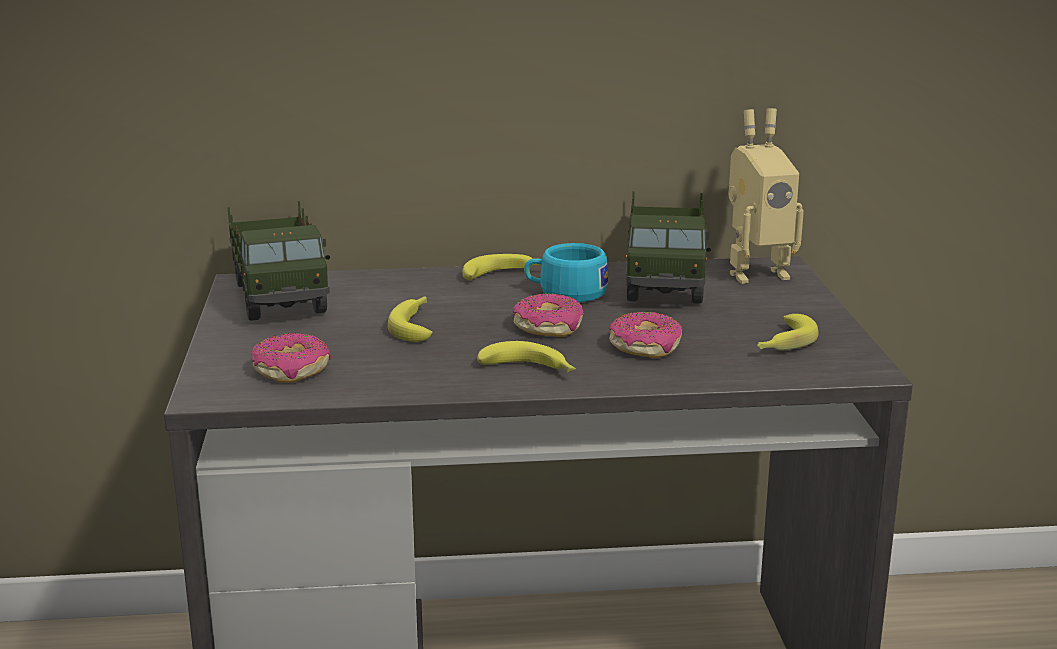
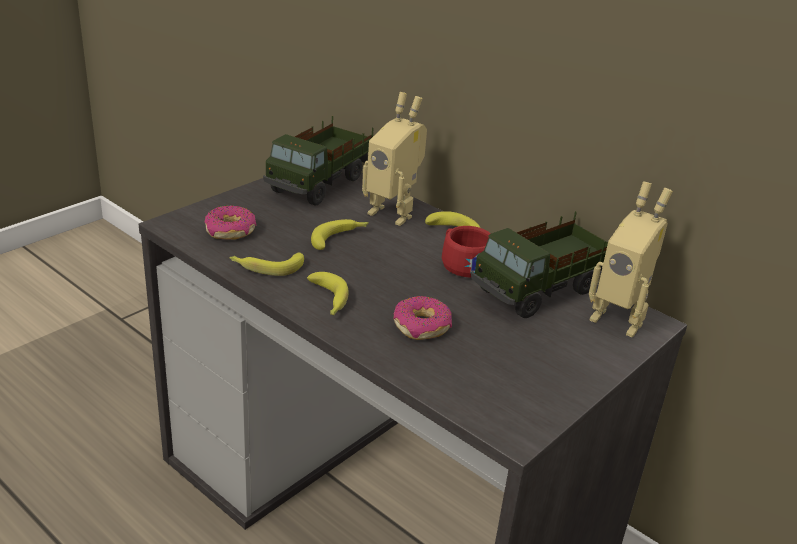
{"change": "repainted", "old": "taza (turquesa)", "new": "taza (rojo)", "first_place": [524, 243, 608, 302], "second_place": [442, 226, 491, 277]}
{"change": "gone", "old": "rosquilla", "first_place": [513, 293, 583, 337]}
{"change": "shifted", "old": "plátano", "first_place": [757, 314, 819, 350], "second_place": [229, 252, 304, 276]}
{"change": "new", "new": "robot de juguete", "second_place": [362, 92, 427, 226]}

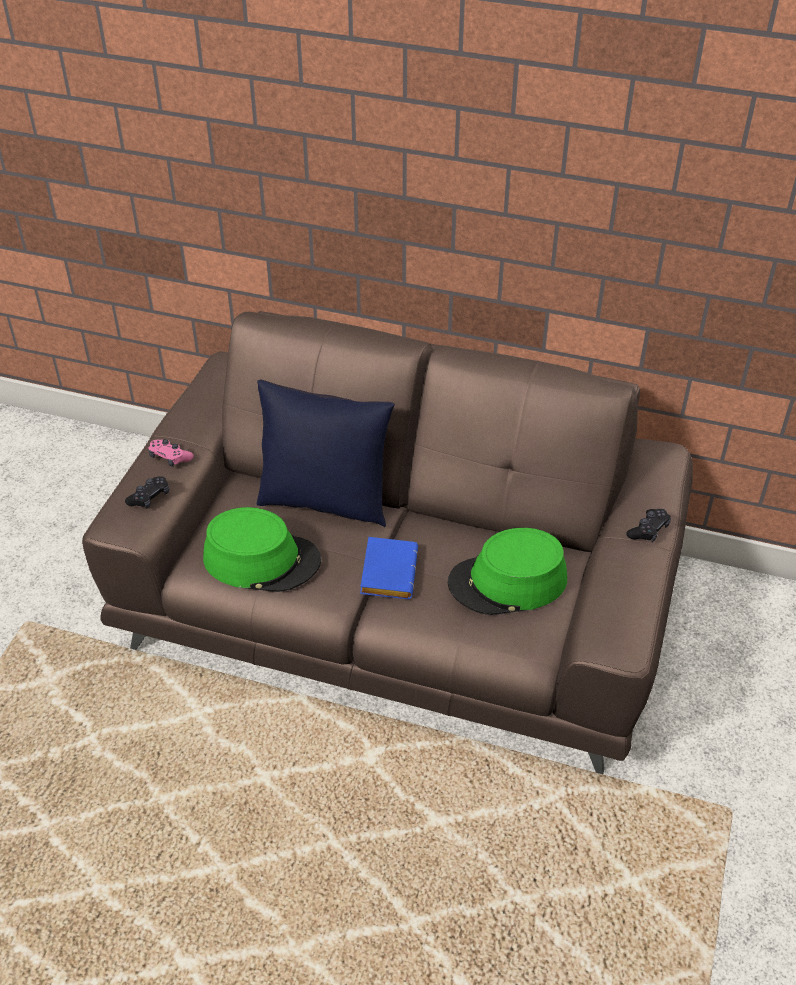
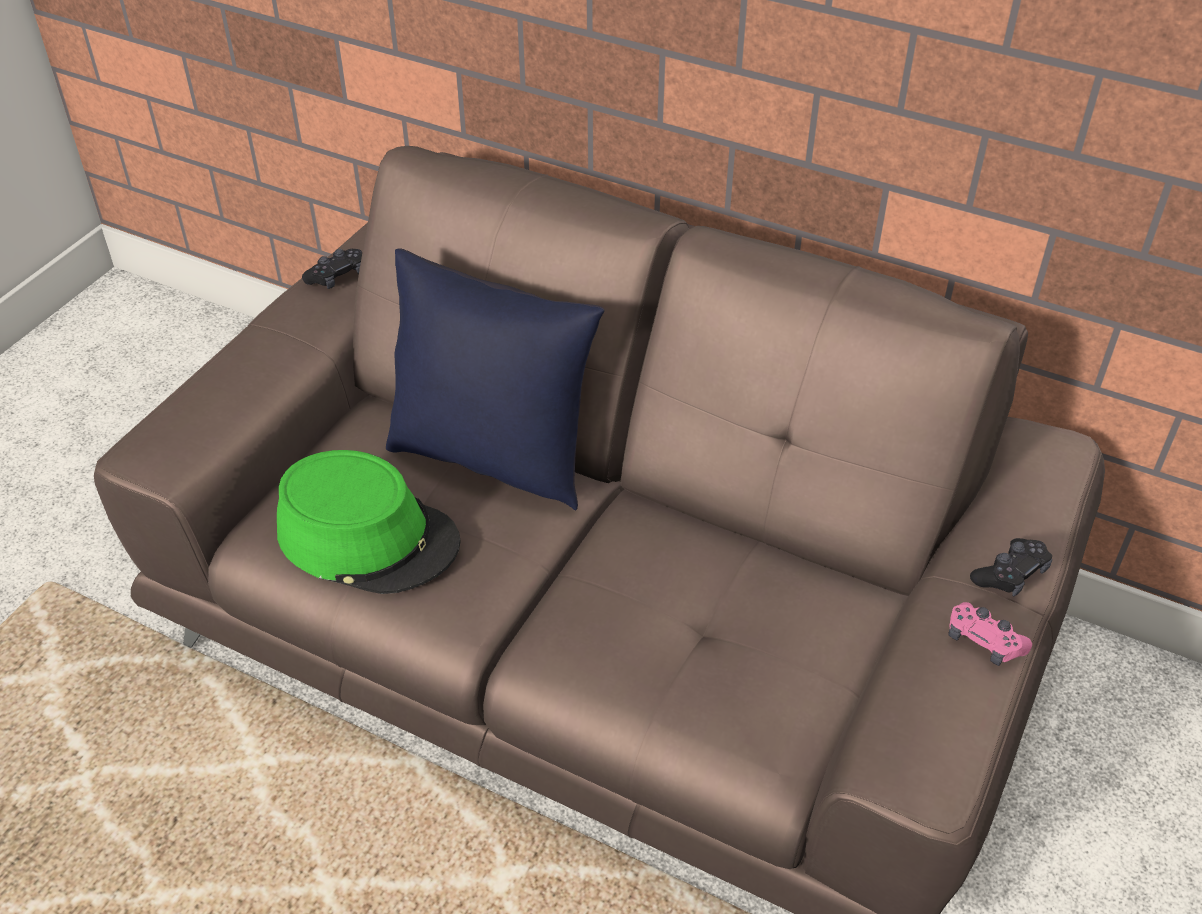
{"change": "shifted", "old": "mando de consola (rosa)", "first_place": [148, 439, 193, 467], "second_place": [948, 602, 1032, 666]}
{"change": "shifted", "old": "mando de consola (negro)", "first_place": [125, 476, 169, 509], "second_place": [302, 249, 362, 289]}
{"change": "gone", "old": "sombrero (verde)", "first_place": [448, 528, 567, 615]}
{"change": "gone", "old": "libro (azul)", "first_place": [360, 537, 418, 599]}

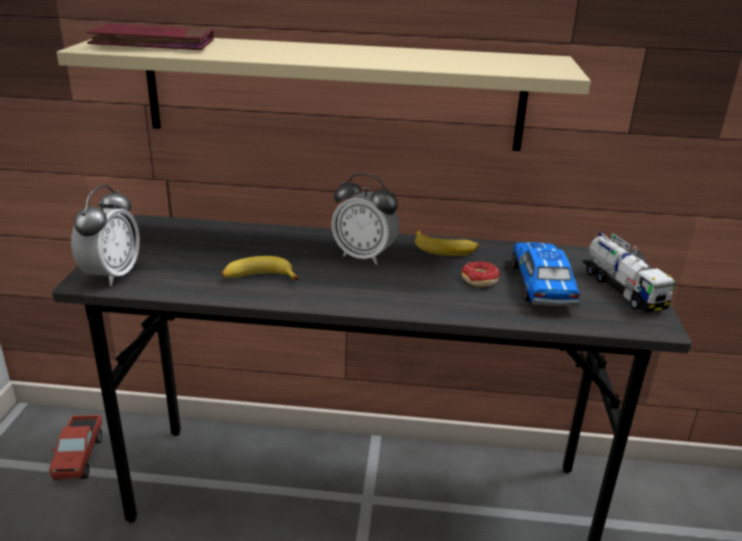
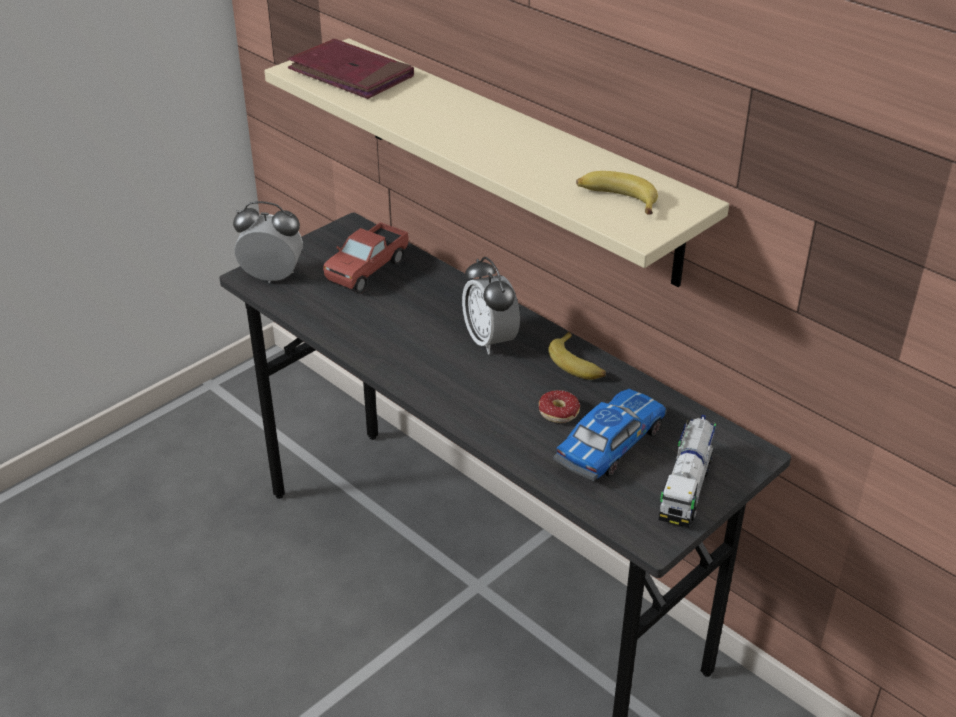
{"change": "rotated", "old": "despertador", "first_place": [71, 185, 140, 286], "second_place": [233, 201, 303, 283], "degrees": -135}
{"change": "shifted", "old": "plátano", "first_place": [221, 256, 299, 281], "second_place": [576, 171, 658, 215]}
{"change": "shifted", "old": "camión de juguete", "first_place": [49, 415, 102, 480], "second_place": [323, 222, 409, 294]}

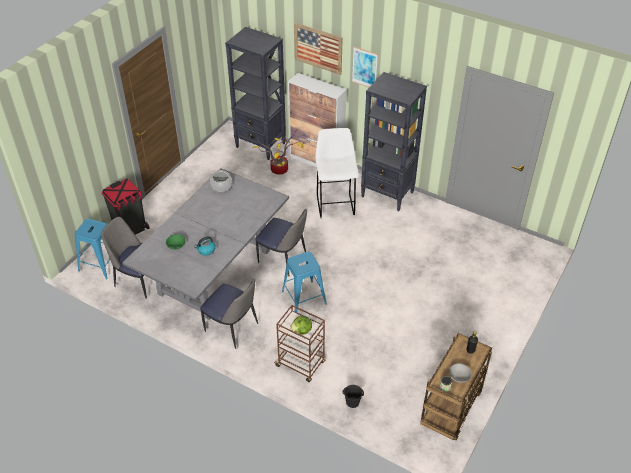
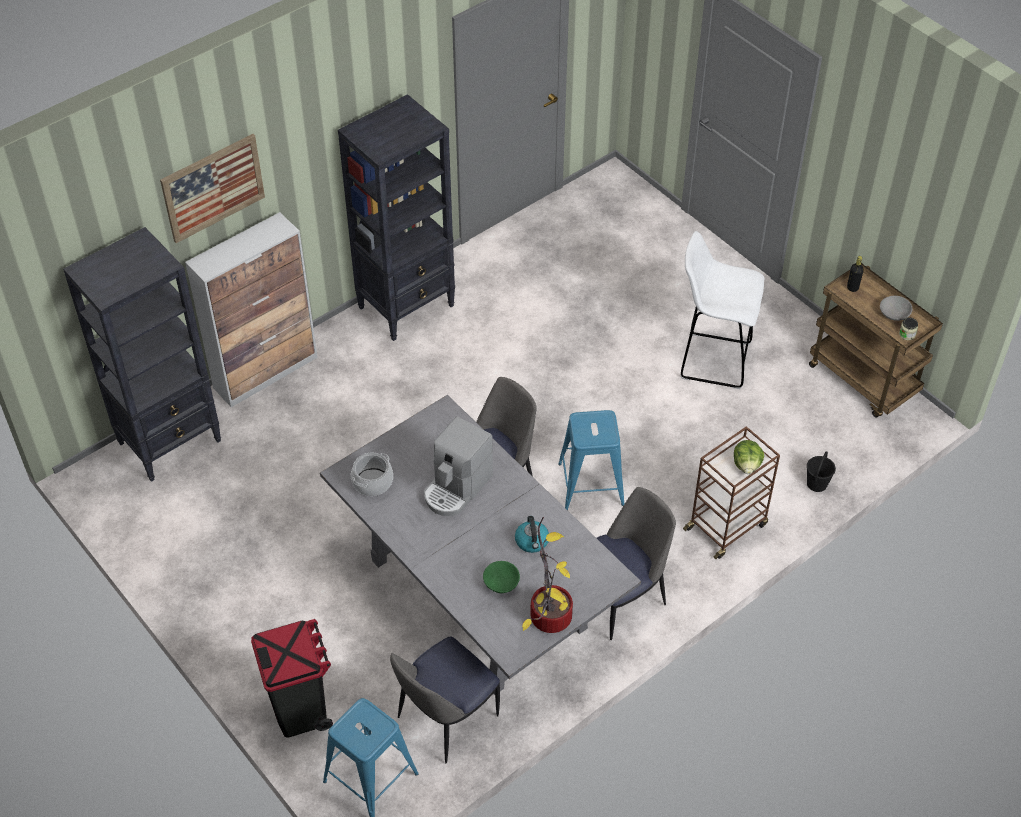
{"change": "gone", "old": "cuadro", "first_place": [352, 47, 378, 87]}
{"change": "shifted", "old": "taburete (blanco)", "first_place": [315, 128, 359, 219], "second_place": [680, 231, 764, 389]}
{"change": "shifted", "old": "planta en maceta", "first_place": [253, 130, 304, 175], "second_place": [522, 517, 573, 633]}
{"change": "new", "new": "cafetera", "second_place": [424, 416, 493, 516]}

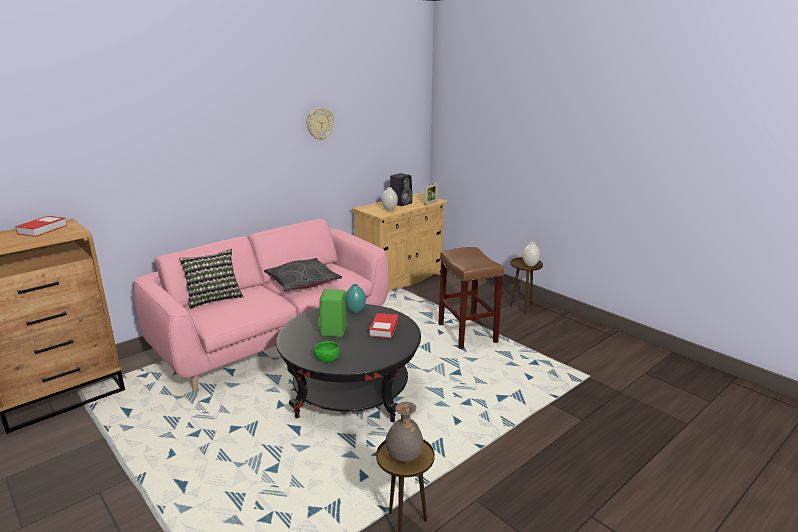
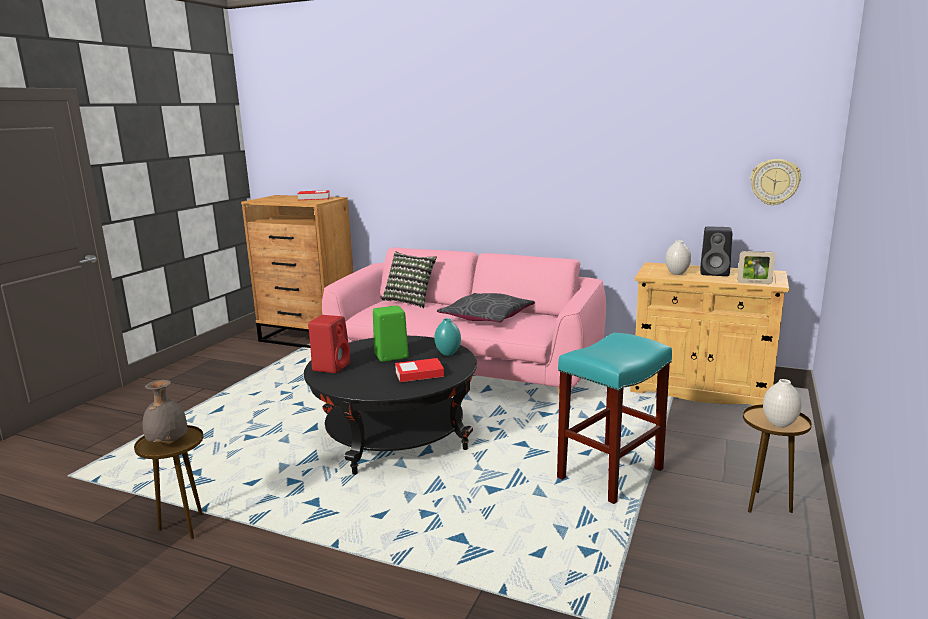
{"change": "shifted", "old": "reloj de pared", "first_place": [307, 107, 334, 140], "second_place": [750, 159, 801, 206]}
{"change": "repainted", "old": "taburete (marrón)", "new": "taburete (turquesa)", "first_place": [438, 247, 504, 349], "second_place": [557, 333, 672, 504]}
{"change": "swapped", "old": "cuenco (verde)", "new": "altavoz (rojo)", "first_place": [314, 341, 340, 363], "second_place": [308, 315, 350, 373]}

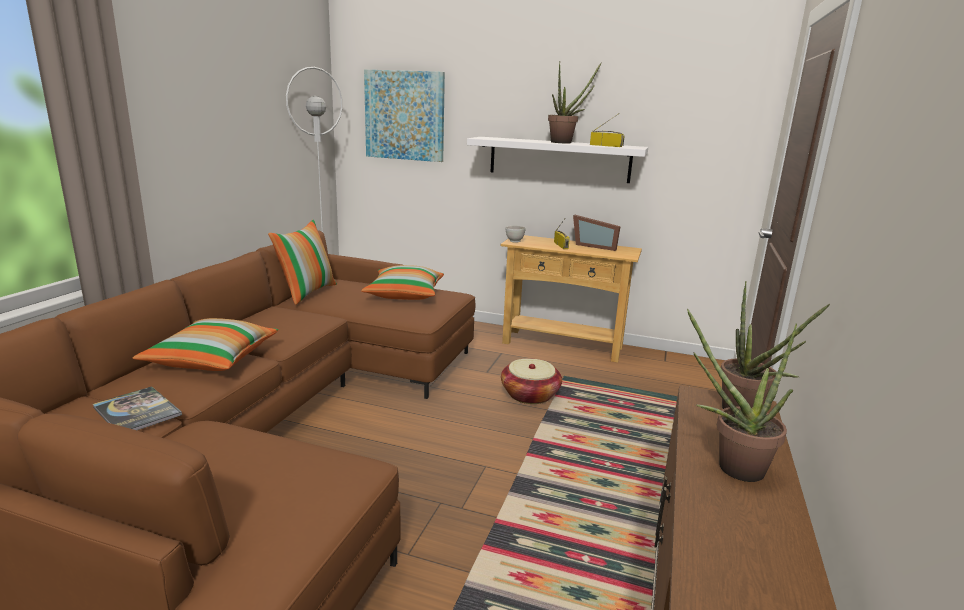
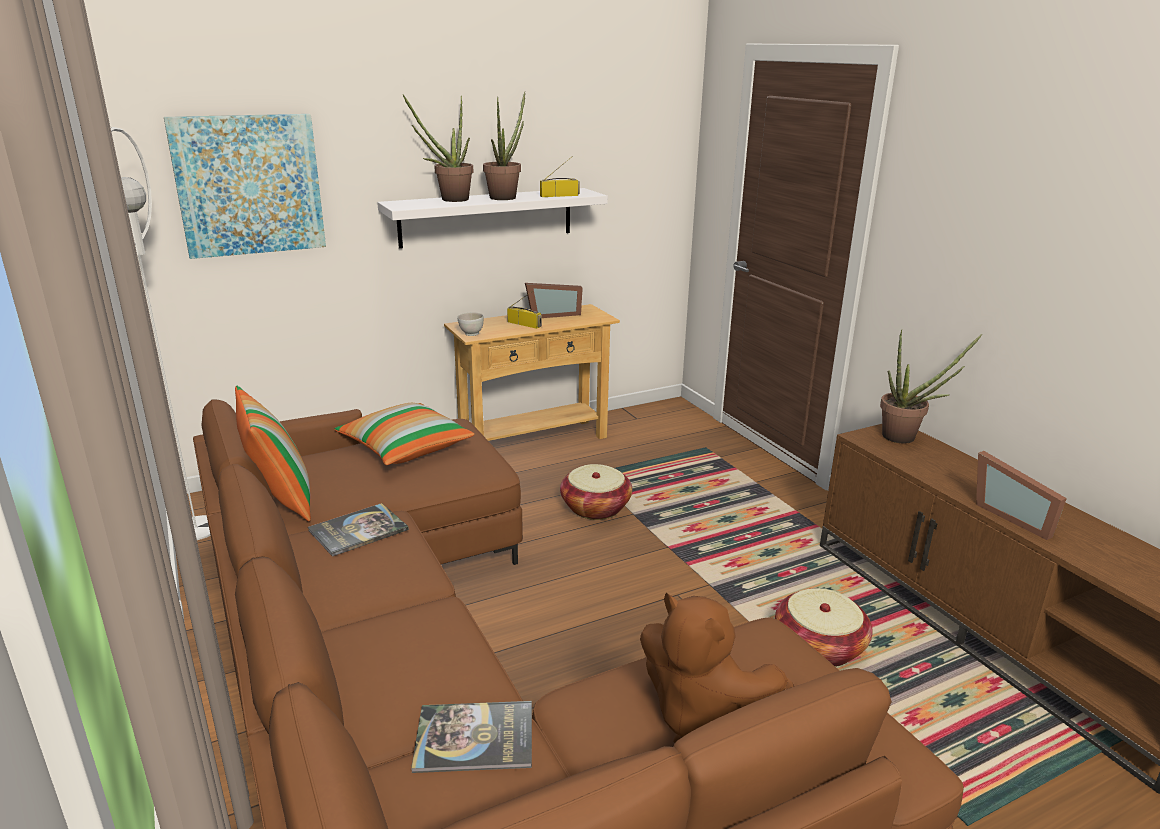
{"change": "shifted", "old": "planta en maceta", "first_place": [687, 309, 797, 482], "second_place": [403, 95, 473, 202]}
{"change": "gone", "old": "cojín", "first_place": [133, 318, 278, 371]}
{"change": "new", "new": "portarretratos", "second_place": [976, 451, 1067, 540]}
{"change": "new", "new": "libro", "second_place": [308, 503, 409, 557]}
{"change": "new", "new": "cesta", "second_place": [775, 588, 873, 667]}
{"change": "new", "new": "peluche (marrón)", "second_place": [640, 593, 794, 743]}

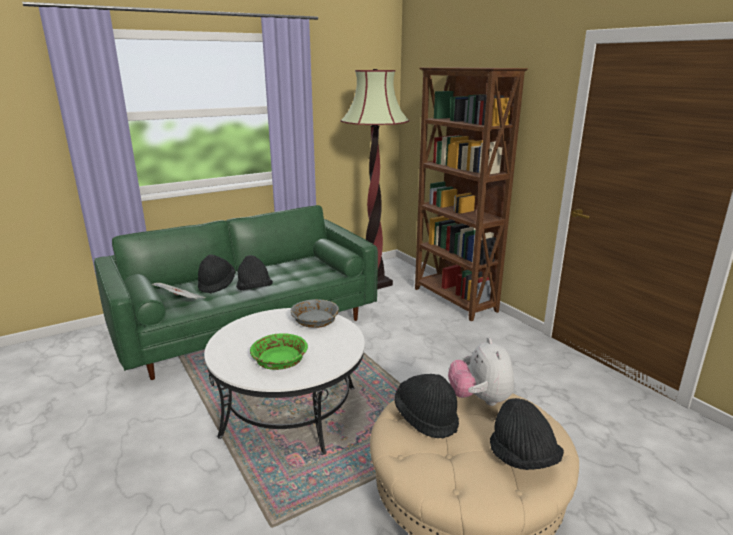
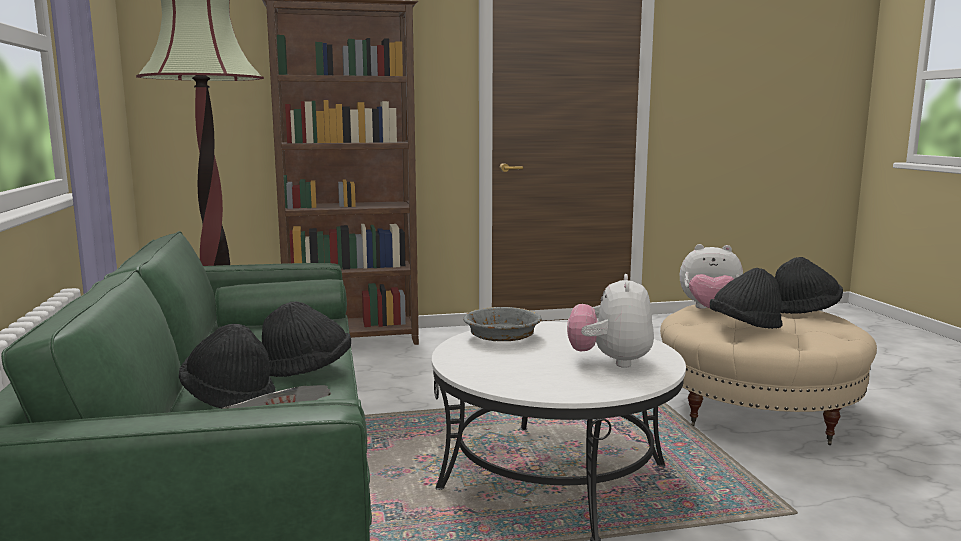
{"change": "swapped", "old": "cuenco (verde)", "new": "peluche", "first_place": [250, 333, 308, 370], "second_place": [567, 274, 654, 368]}

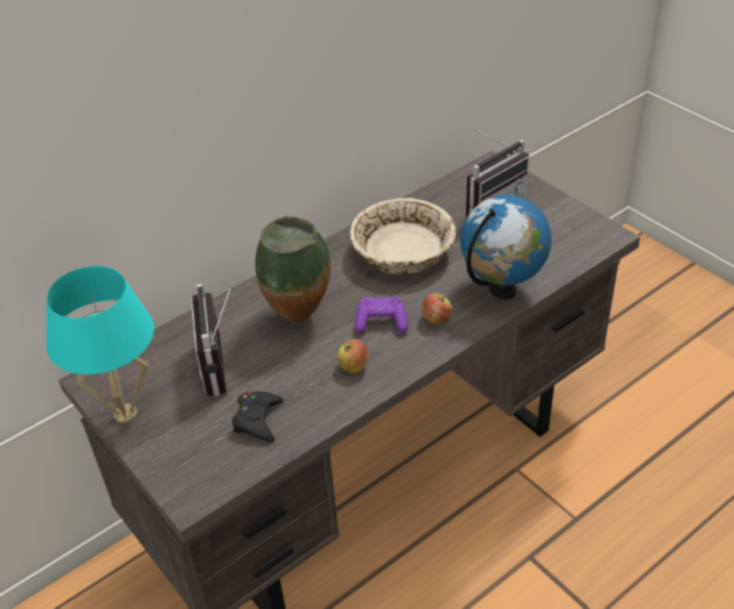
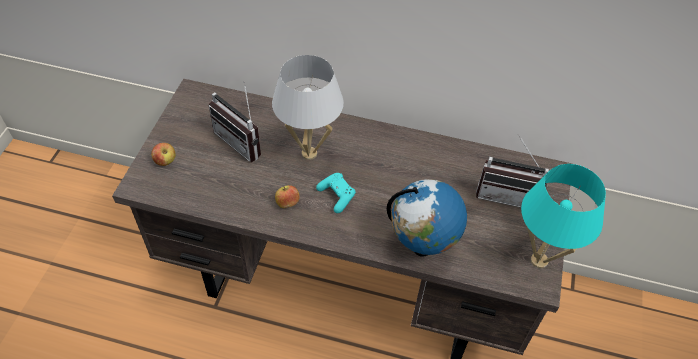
{"change": "gone", "old": "cuenco (beis)", "first_place": [350, 198, 456, 274]}
{"change": "swapped", "old": "florero", "new": "lámpara de mesa (blanco)", "first_place": [255, 216, 331, 323], "second_place": [272, 55, 344, 160]}
{"change": "shifted", "old": "lámpara de mesa (turquesa)", "first_place": [47, 266, 154, 423], "second_place": [521, 164, 606, 268]}
{"change": "rotated", "old": "radio", "first_place": [191, 282, 233, 396], "second_place": [209, 81, 261, 162], "degrees": -90}
{"change": "shifted", "old": "manzana", "first_place": [421, 293, 452, 324], "second_place": [151, 143, 175, 166]}
{"change": "repainted", "old": "mando de consola (morado)", "new": "mando de consola (turquesa)", "first_place": [354, 297, 408, 334], "second_place": [316, 173, 356, 213]}
{"change": "gone", "old": "mando de consola (negro)", "first_place": [232, 392, 283, 442]}

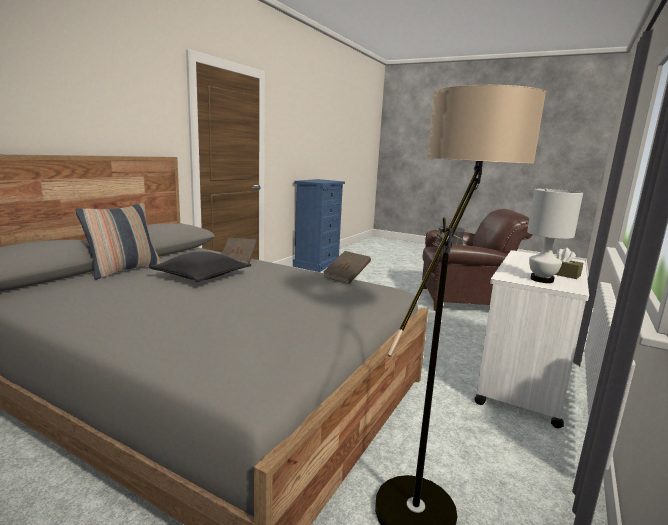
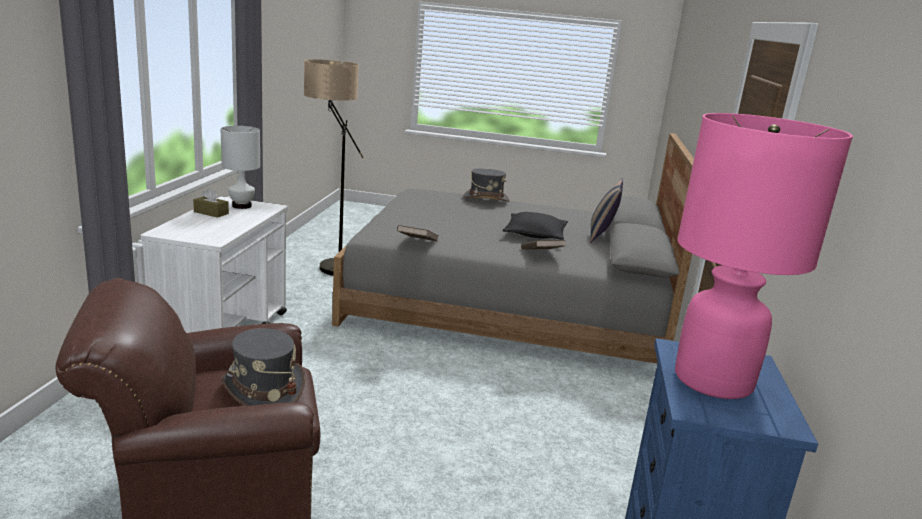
{"change": "new", "new": "lámpara de mesa (rosa)", "second_place": [675, 113, 853, 399]}
{"change": "new", "new": "sombrero (gris)", "second_place": [463, 168, 510, 202]}

